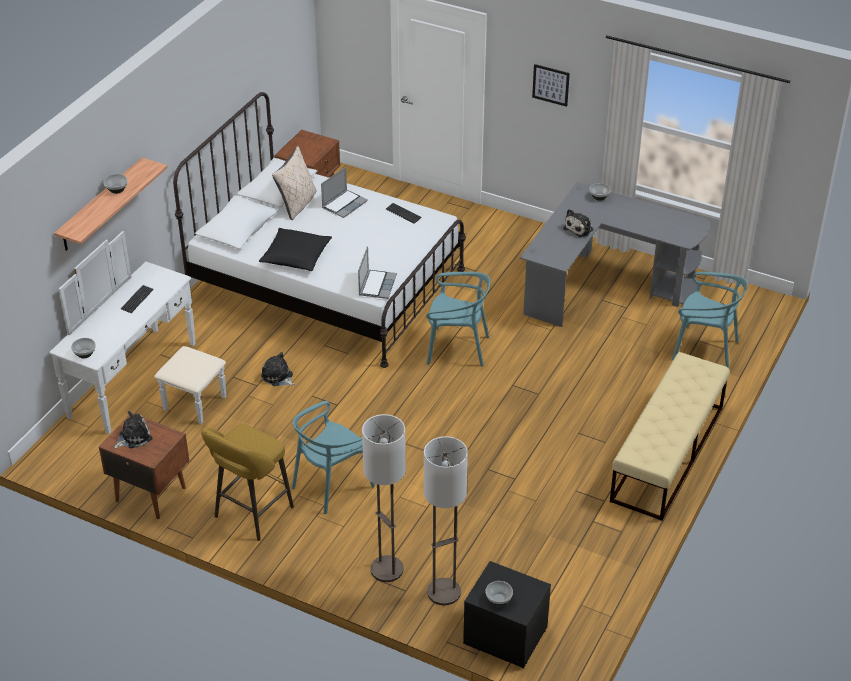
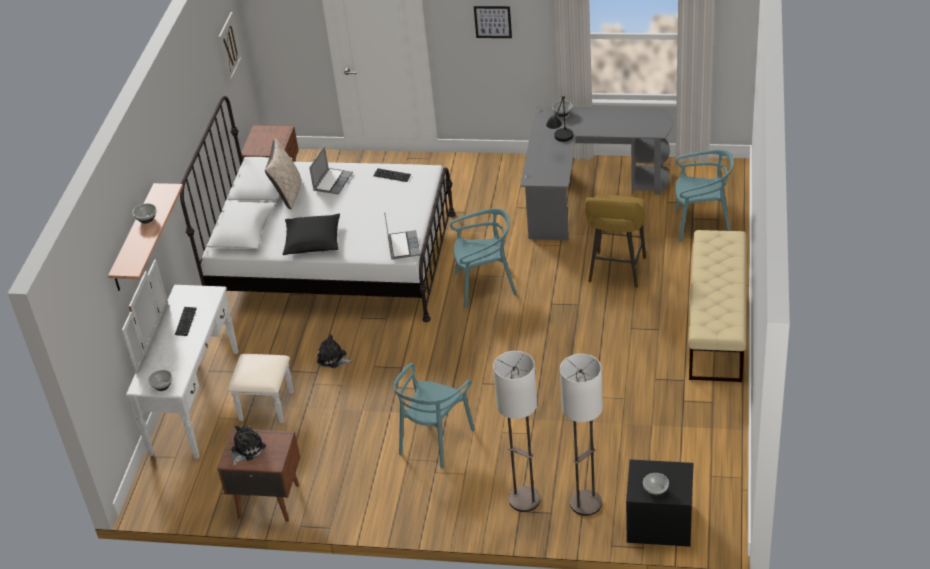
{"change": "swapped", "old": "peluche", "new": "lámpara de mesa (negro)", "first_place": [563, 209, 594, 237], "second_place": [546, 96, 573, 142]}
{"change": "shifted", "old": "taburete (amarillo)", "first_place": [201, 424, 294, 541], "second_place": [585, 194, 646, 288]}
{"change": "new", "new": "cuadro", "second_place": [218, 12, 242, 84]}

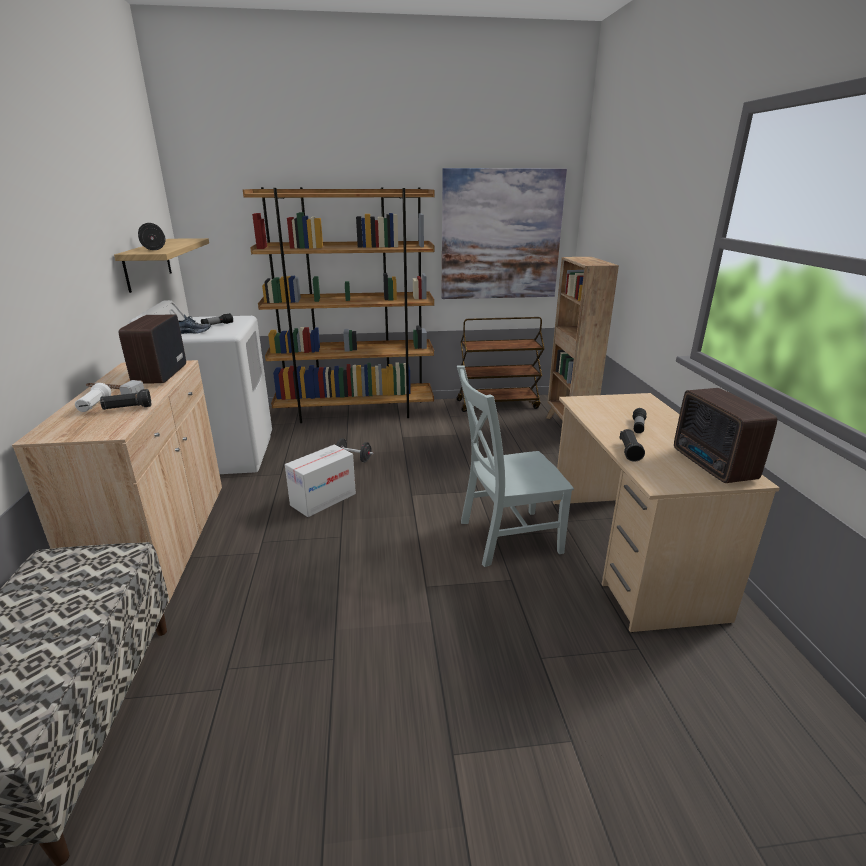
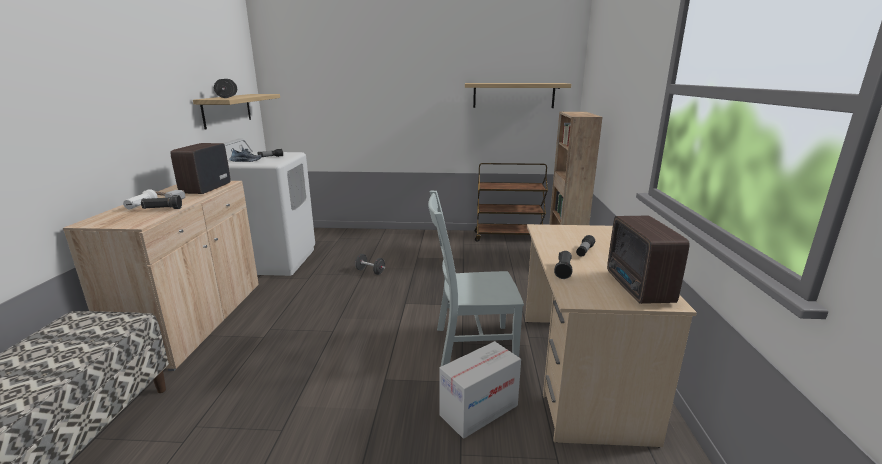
{"change": "swapped", "old": "cuadro", "new": "estante", "first_place": [441, 168, 567, 299], "second_place": [465, 83, 571, 108]}
{"change": "gone", "old": "estantería (marrón)", "first_place": [243, 187, 435, 423]}
{"change": "shifted", "old": "caja de cartón", "first_place": [285, 445, 356, 517], "second_place": [439, 341, 521, 439]}

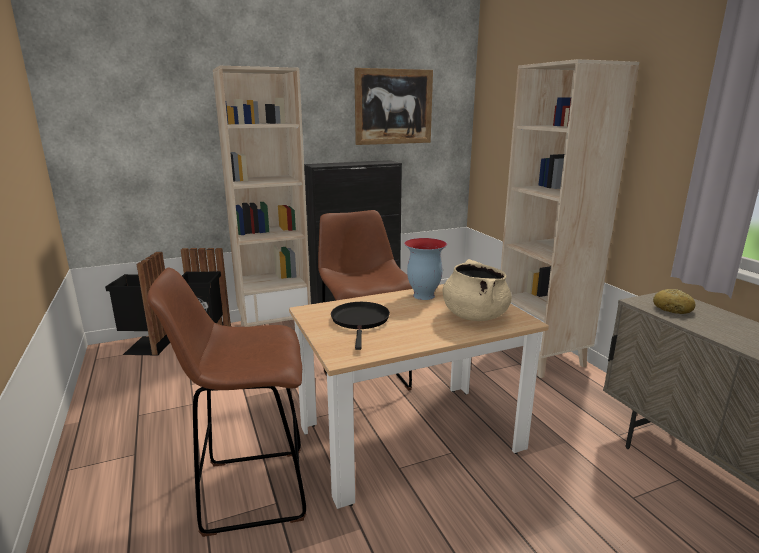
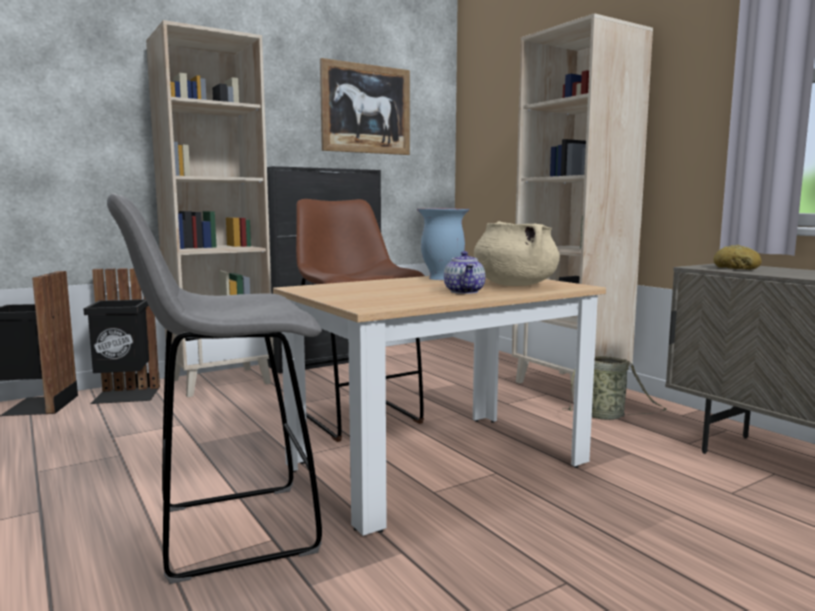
{"change": "repainted", "old": "taburete (marrón)", "new": "taburete (gris)", "first_place": [147, 268, 306, 537], "second_place": [107, 193, 322, 584]}
{"change": "gone", "old": "sartén (negro)", "first_place": [331, 302, 390, 350]}
{"change": "new", "new": "tetera", "second_place": [444, 251, 485, 294]}
{"change": "new", "new": "cesta", "second_place": [562, 356, 667, 420]}

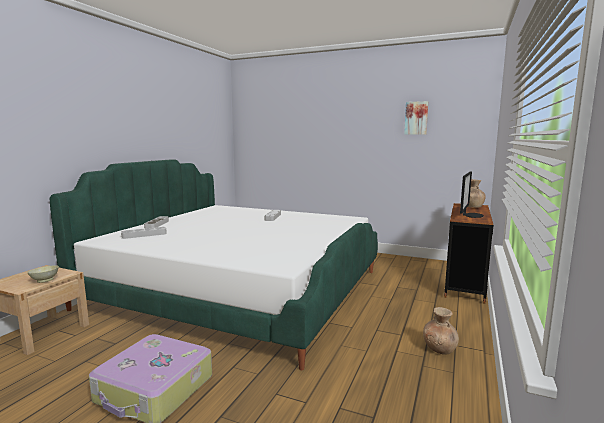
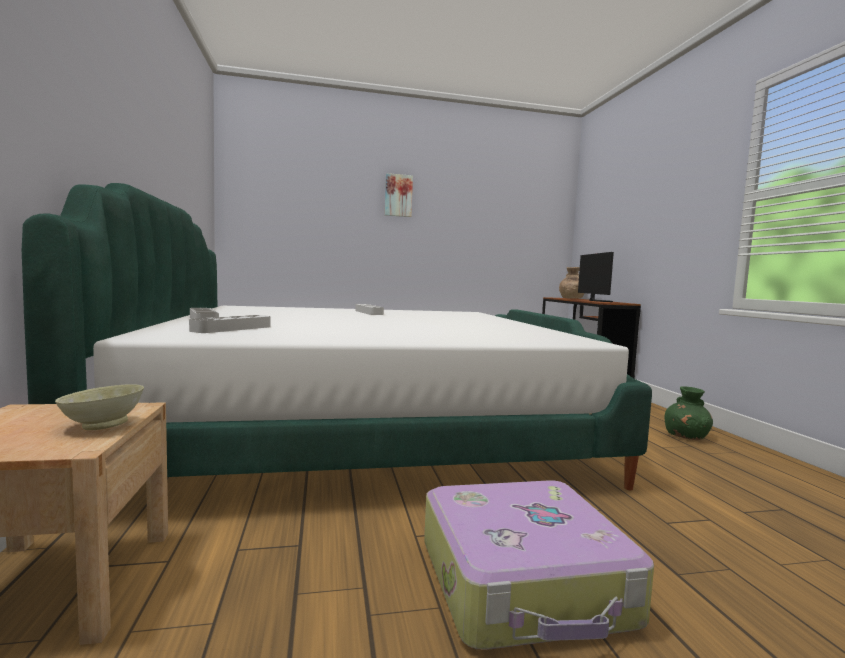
{"change": "shifted", "old": "cuadro", "first_place": [404, 101, 428, 135], "second_place": [385, 173, 413, 217]}
{"change": "repainted", "old": "florero (marrón)", "new": "florero (verde)", "first_place": [423, 307, 459, 355], "second_place": [665, 386, 713, 440]}

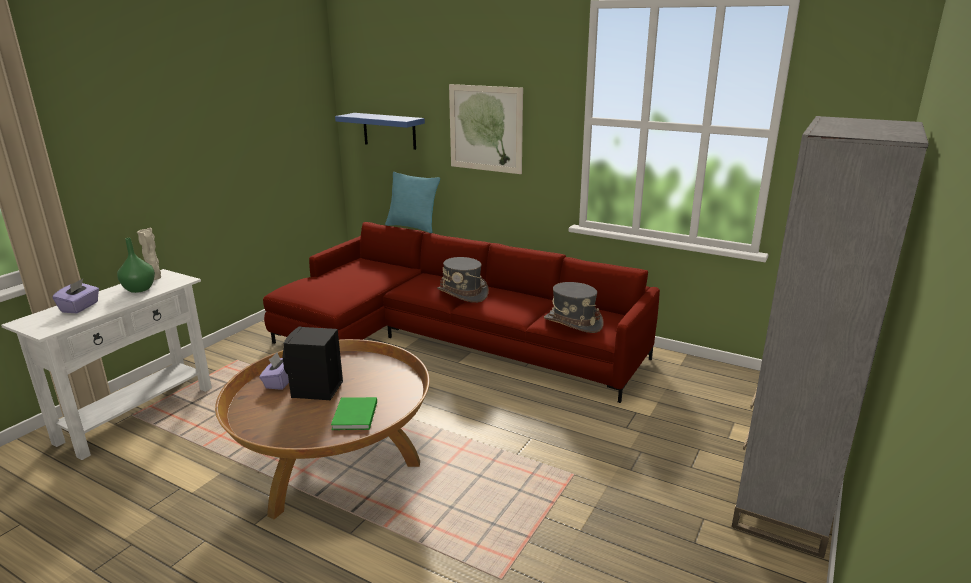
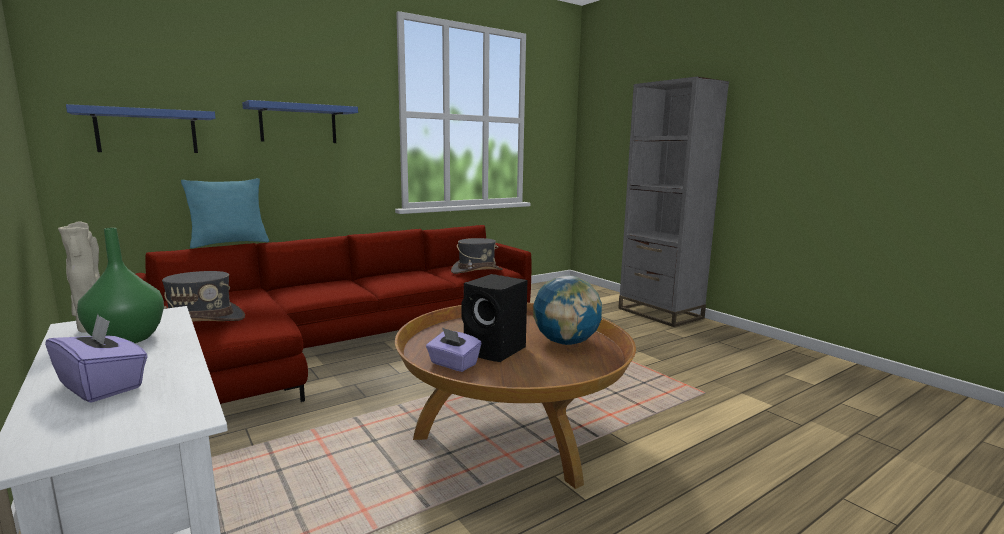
{"change": "swapped", "old": "cuadro", "new": "estante (azul)", "first_place": [449, 84, 523, 174], "second_place": [242, 100, 358, 143]}
{"change": "shifted", "old": "sombrero (gris)", "first_place": [437, 257, 489, 303], "second_place": [162, 271, 245, 322]}
{"change": "swapped", "old": "libro (verde)", "new": "globo terráqueo", "first_place": [331, 397, 377, 430], "second_place": [533, 275, 602, 345]}

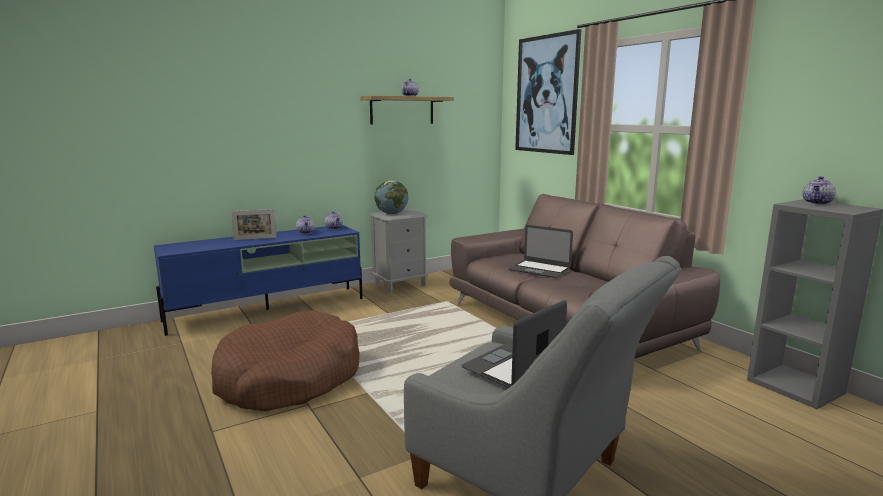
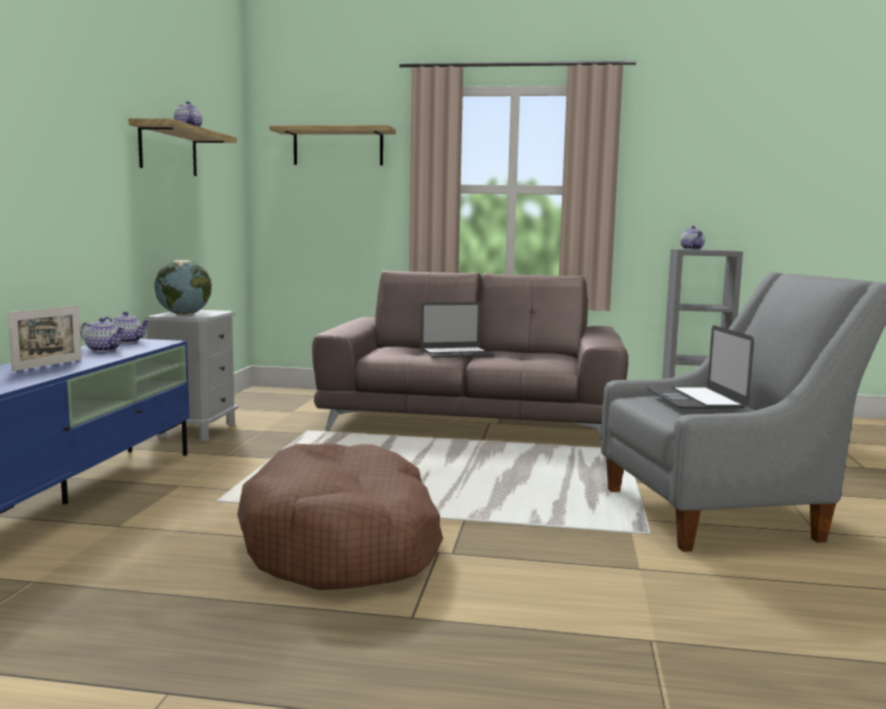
{"change": "swapped", "old": "cuadro", "new": "estante", "first_place": [515, 29, 581, 155], "second_place": [269, 125, 396, 165]}

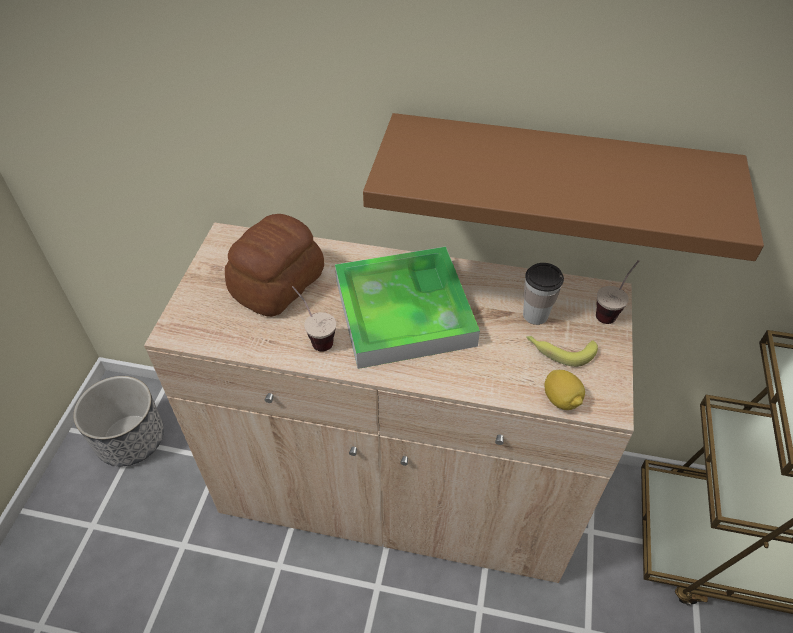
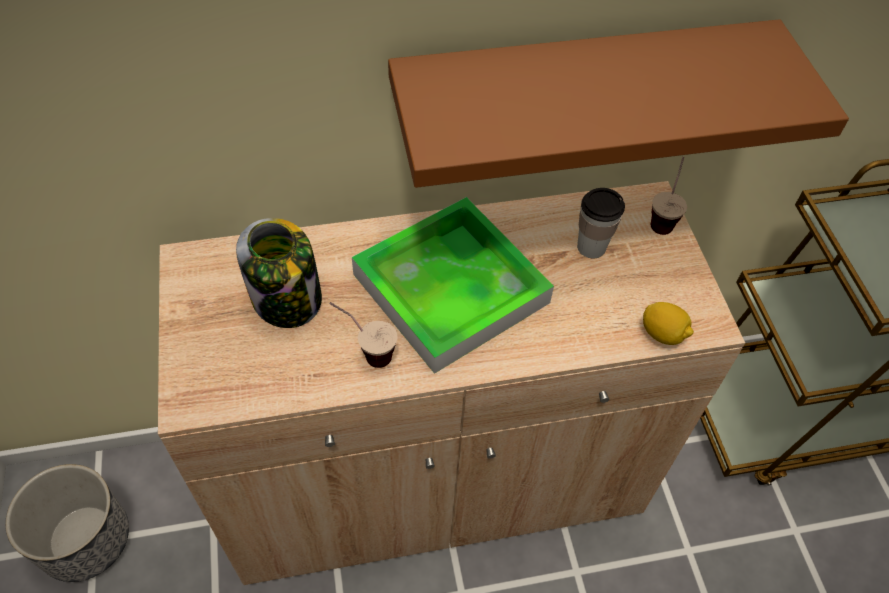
{"change": "swapped", "old": "pan", "new": "tarro", "first_place": [225, 214, 324, 317], "second_place": [236, 218, 322, 328]}
{"change": "gone", "old": "plátano", "first_place": [526, 336, 598, 367]}

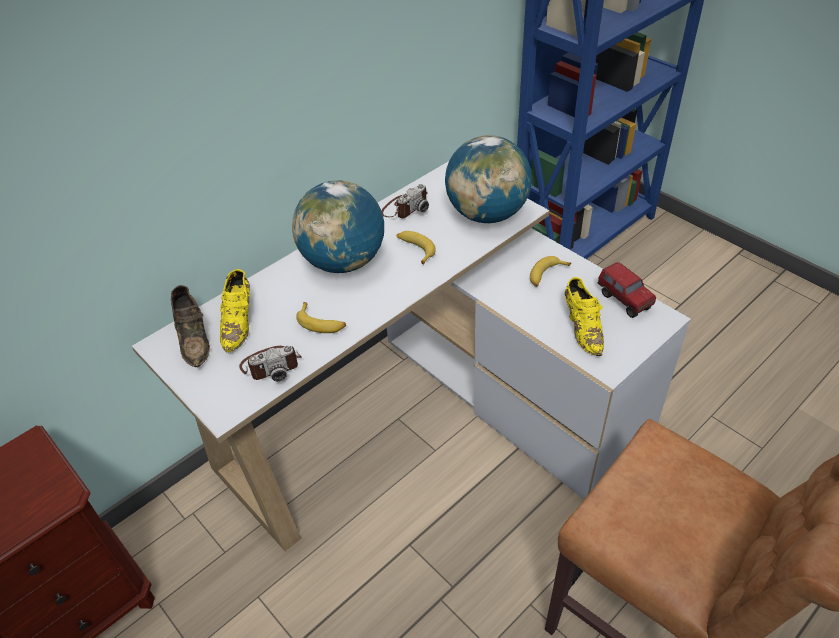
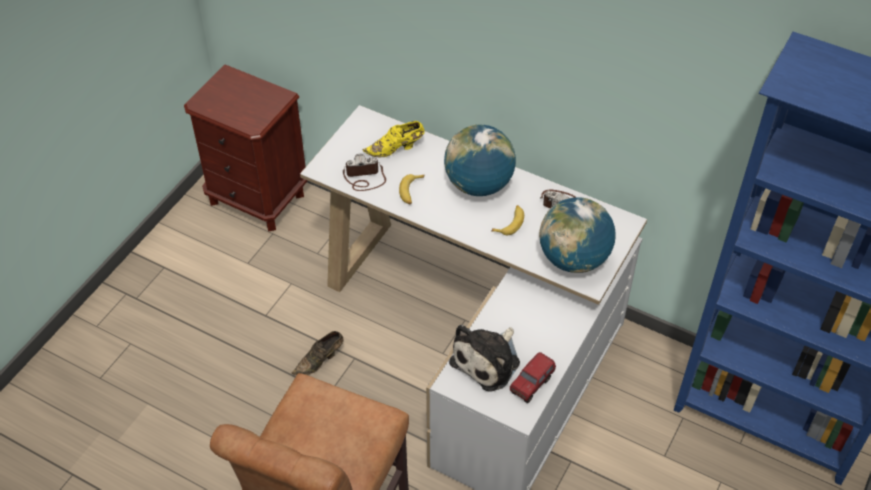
{"change": "gone", "old": "plátano", "first_place": [530, 256, 571, 287]}
{"change": "swapped", "old": "zapato (amarillo)", "new": "peluche", "first_place": [565, 277, 604, 356], "second_place": [449, 325, 520, 392]}
{"change": "shifted", "old": "zapato (marrón)", "first_place": [171, 285, 210, 367], "second_place": [291, 331, 344, 375]}
{"change": "rotated", "old": "cámara", "first_place": [239, 346, 302, 382], "second_place": [343, 154, 386, 191], "degrees": 120}

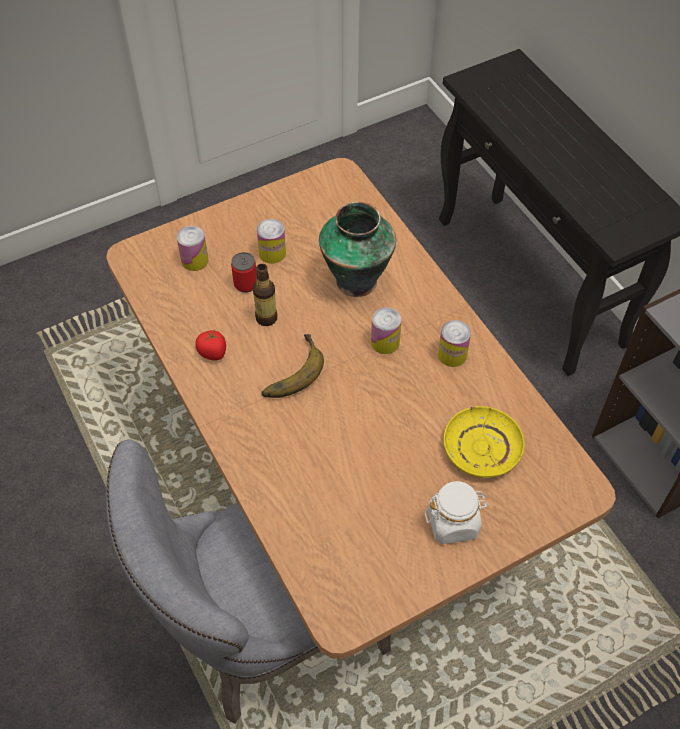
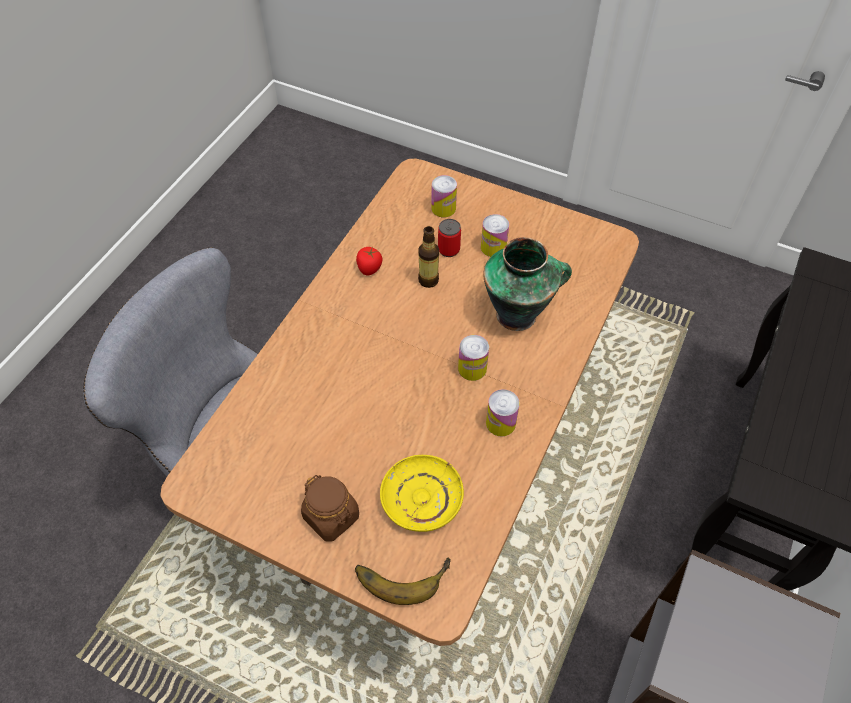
{"change": "shifted", "old": "plátano", "first_place": [262, 334, 324, 398], "second_place": [355, 558, 451, 605]}
{"change": "repainted", "old": "tarro (blanco)", "new": "tarro (marrón)", "first_place": [425, 481, 488, 544], "second_place": [301, 475, 359, 542]}

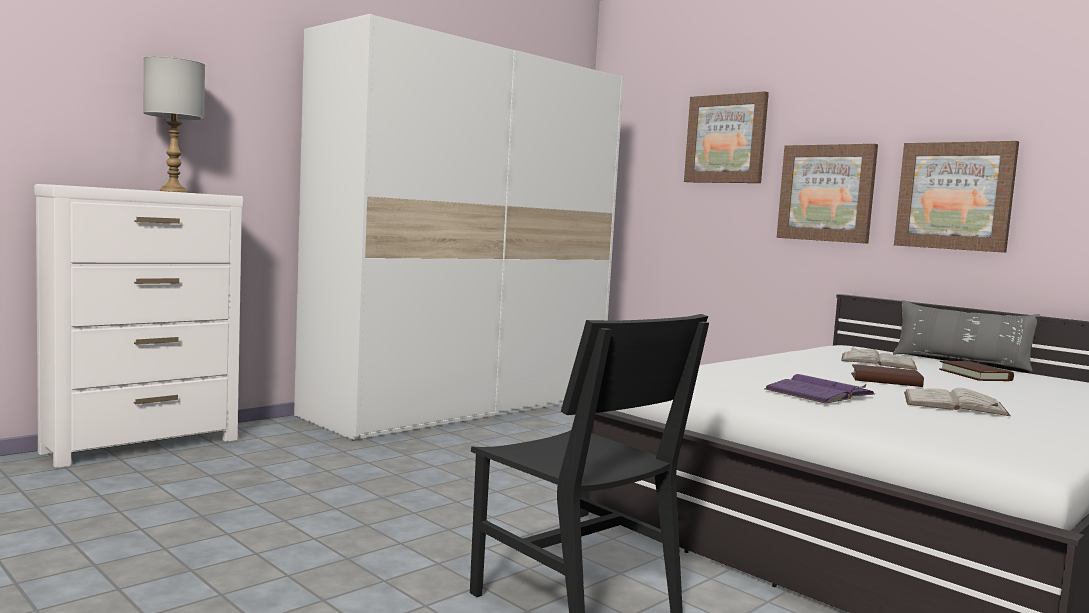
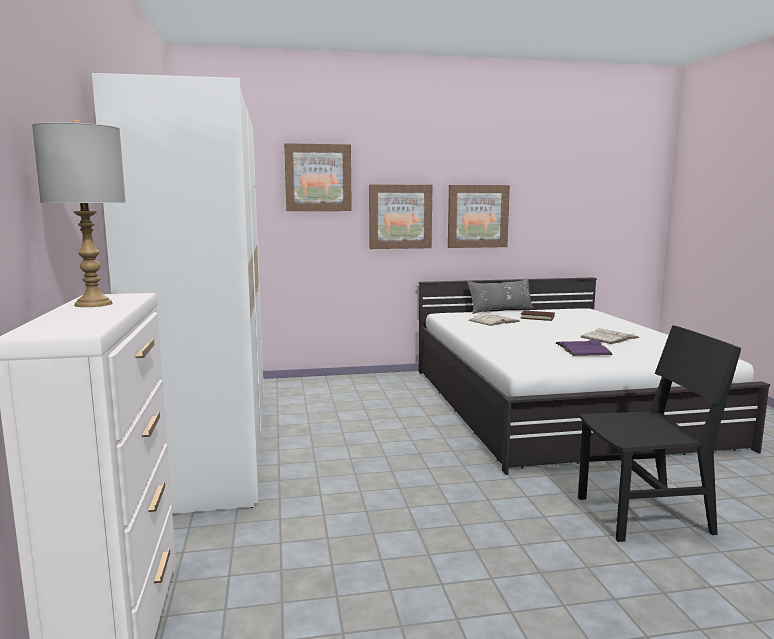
{"change": "gone", "old": "libro (marrón)", "first_place": [851, 364, 924, 387]}

